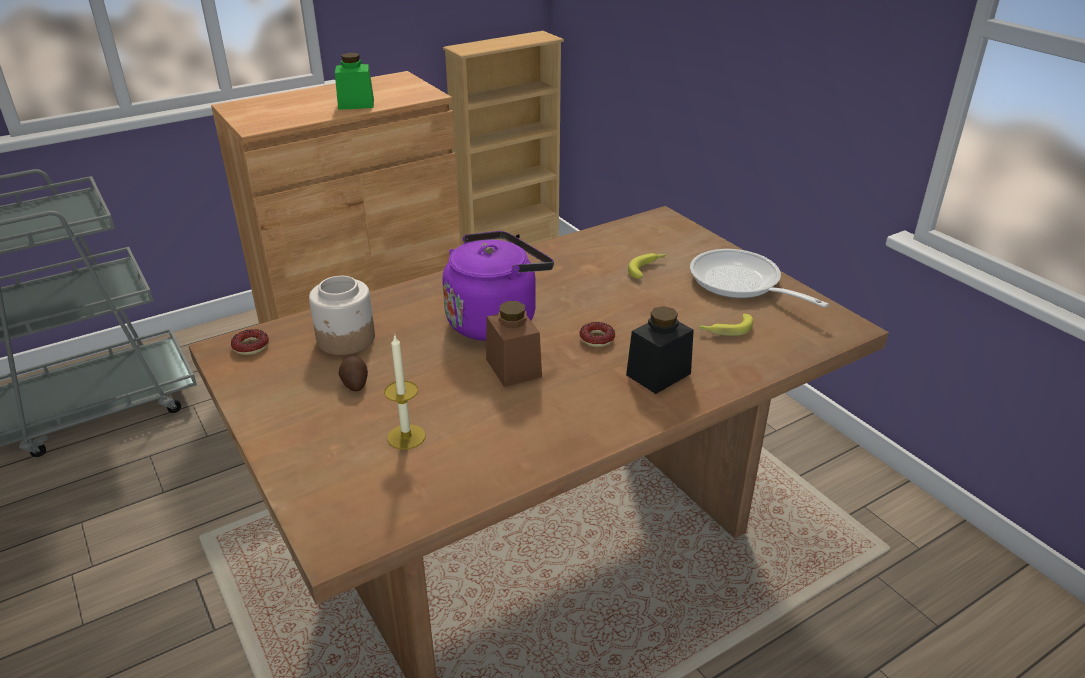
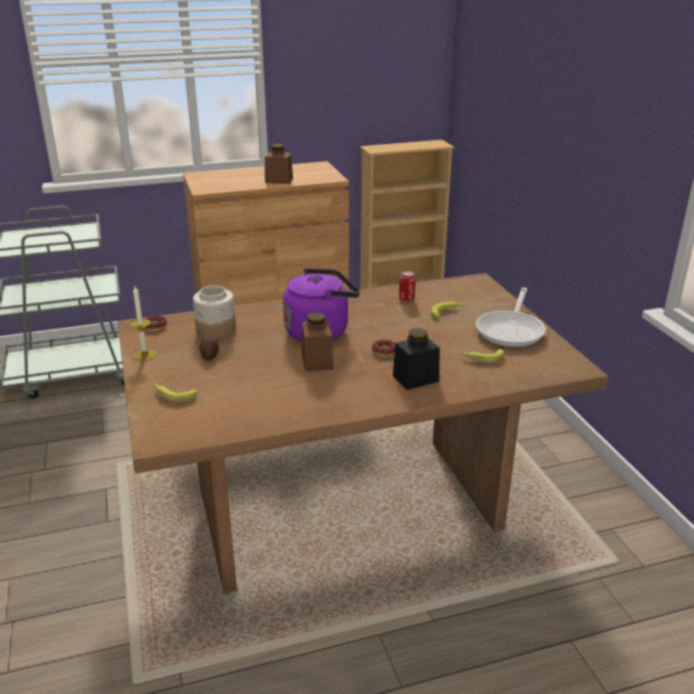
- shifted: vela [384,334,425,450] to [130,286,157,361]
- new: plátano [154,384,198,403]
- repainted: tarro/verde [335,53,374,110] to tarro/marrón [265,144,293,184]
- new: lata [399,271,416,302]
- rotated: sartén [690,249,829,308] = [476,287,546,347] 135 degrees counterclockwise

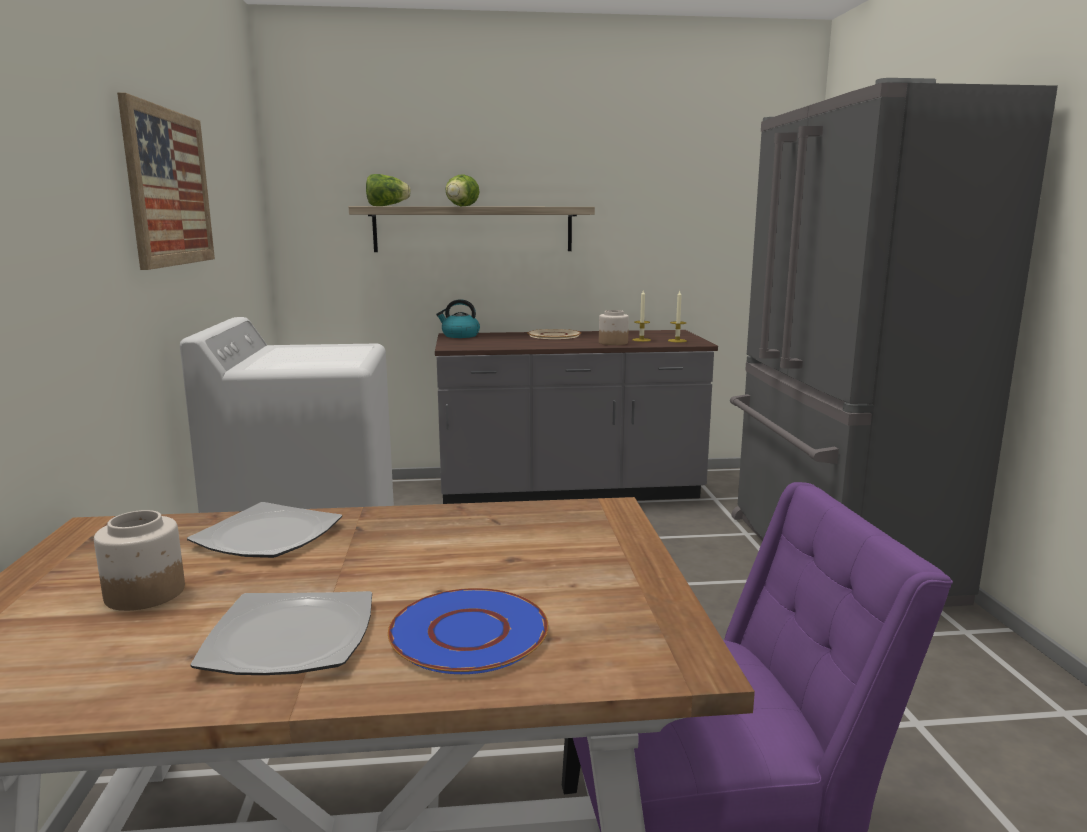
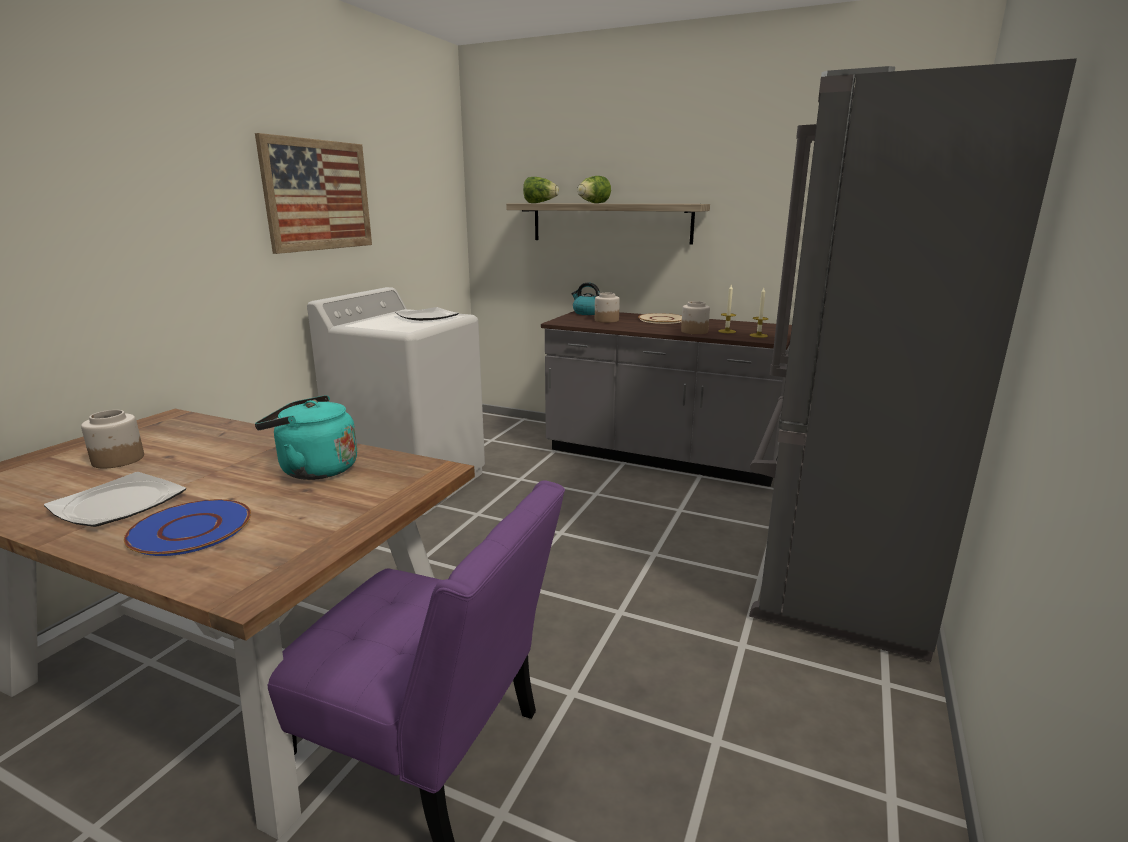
- new: hervidor/turquesa [255,395,357,480]
- shifted: plato [187,502,342,558] to [395,307,459,321]
- new: tarro [595,293,620,323]

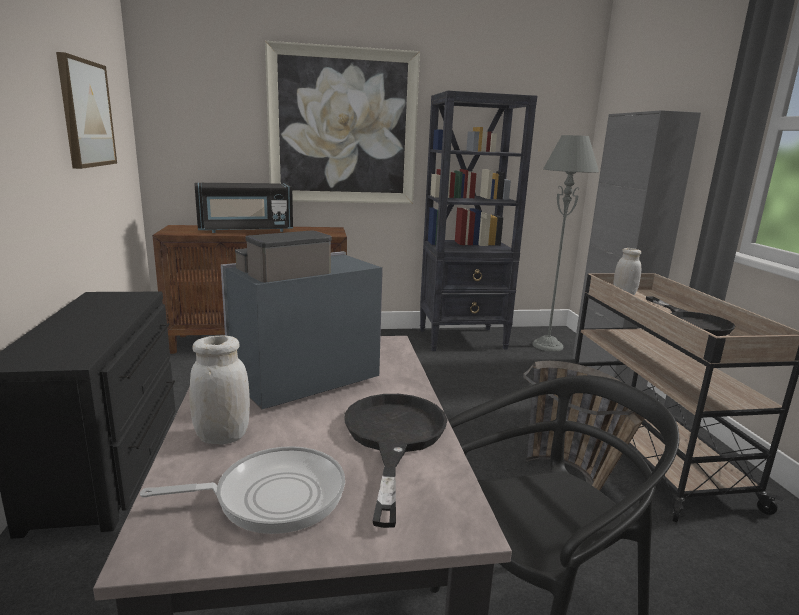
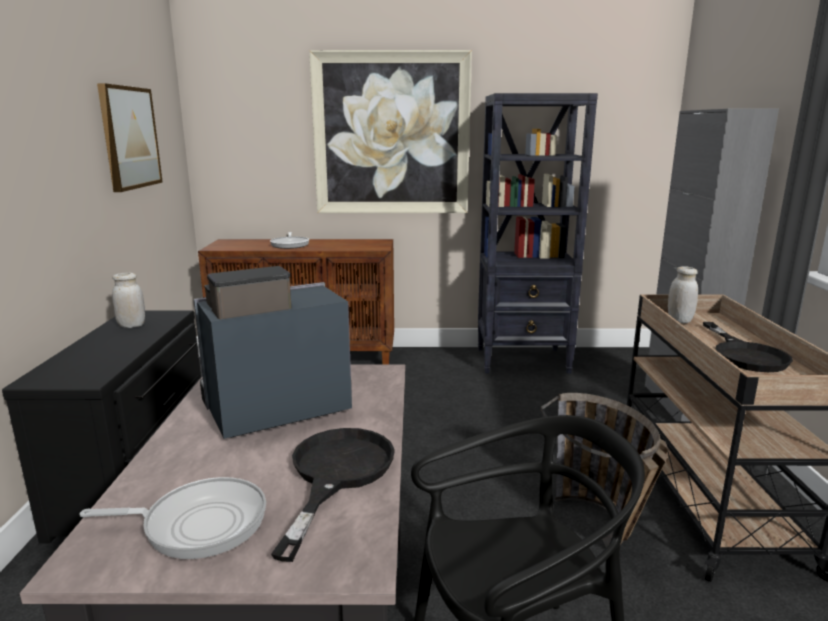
- shifted: tarro/blanco [189,335,250,444] to [112,273,145,328]
- swapped: microondas/negro [195,183,293,233] to sartén [270,232,309,249]
- gone: lámpara de pie/gris [532,135,599,352]

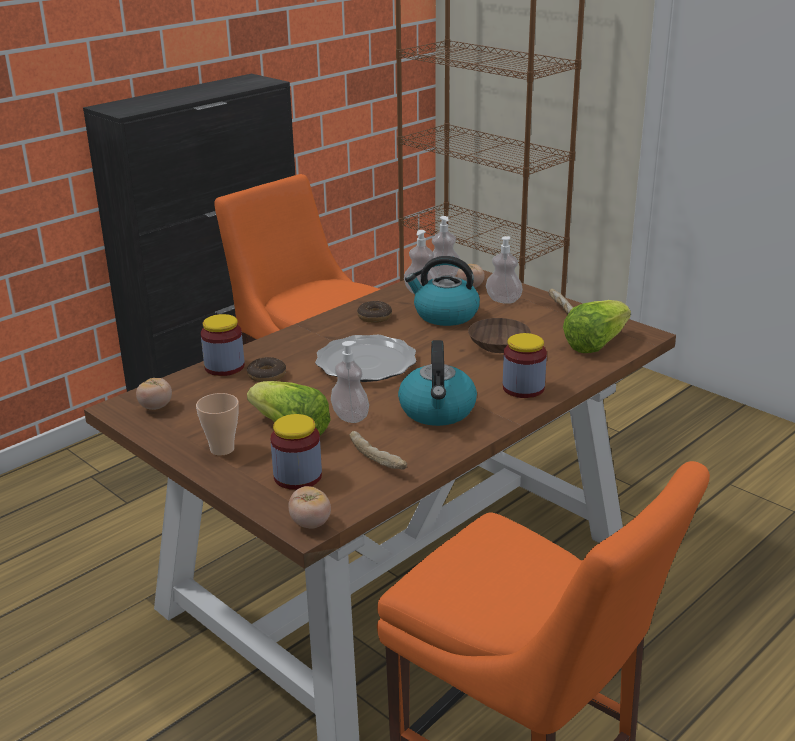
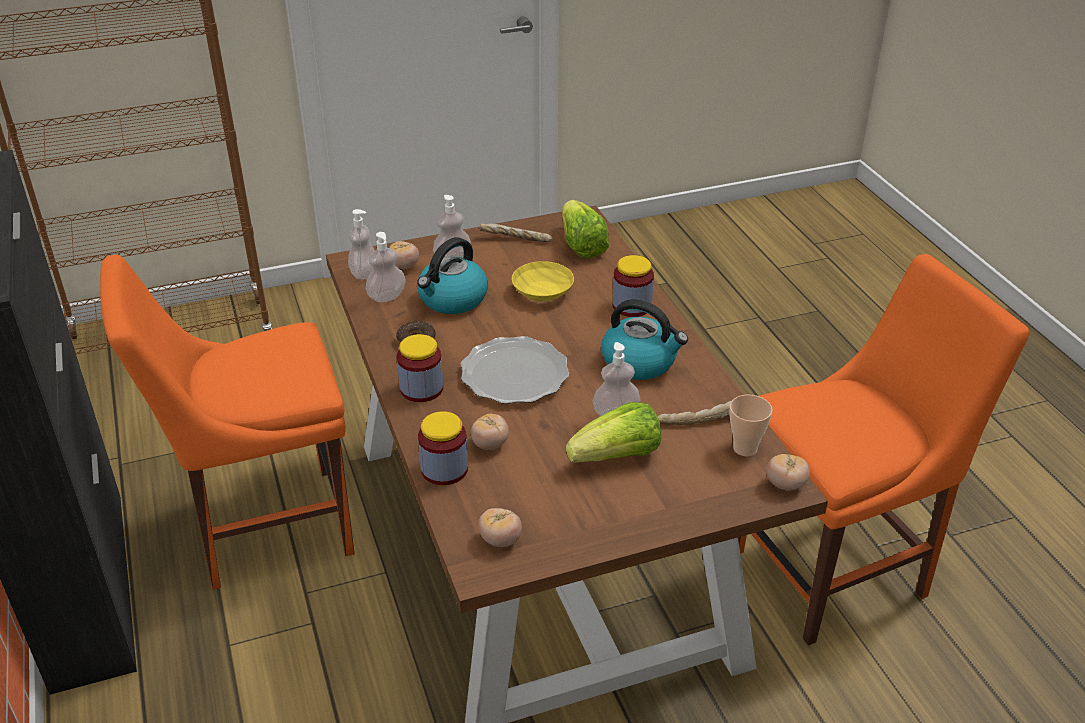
- shifted: tarro [270,414,322,490] to [397,334,443,402]
- swapped: rosquilla [247,357,286,382] to tomate [471,414,509,450]
- repainted: cuenco/marrón [468,318,531,353] to cuenco/amarillo [512,261,574,301]
- shifted: taza [196,393,239,456] to [729,395,773,456]

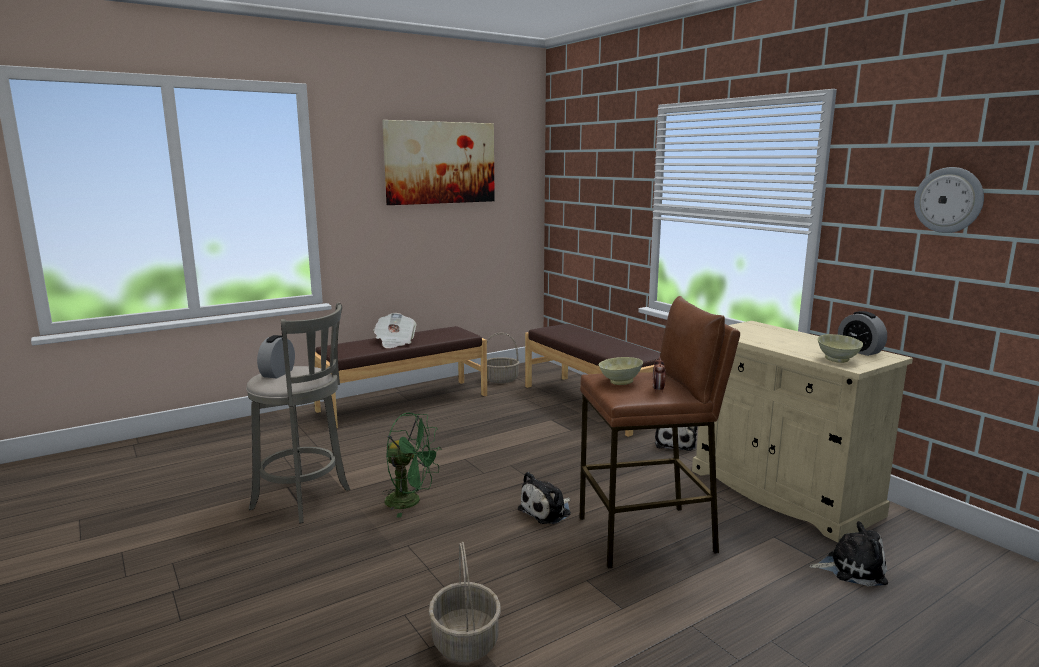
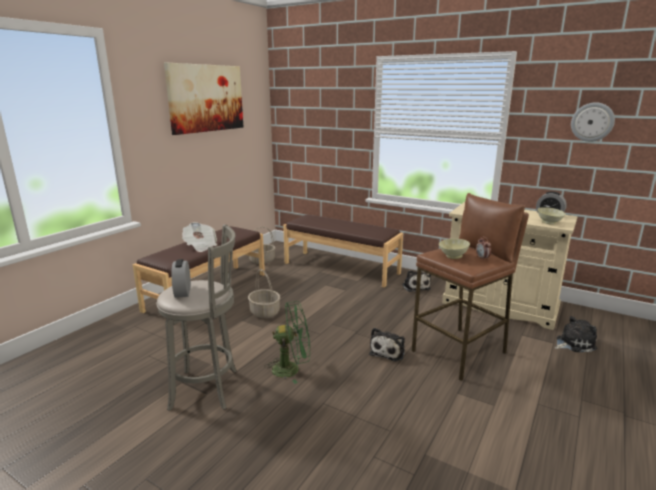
- shifted: cesta [429,542,501,662] to [248,269,280,318]

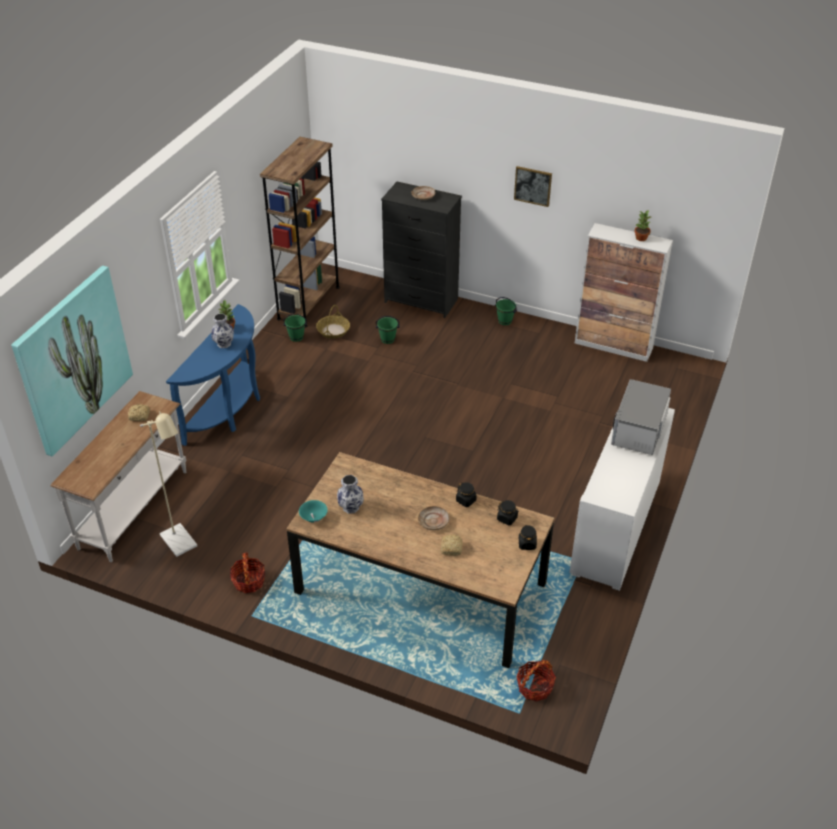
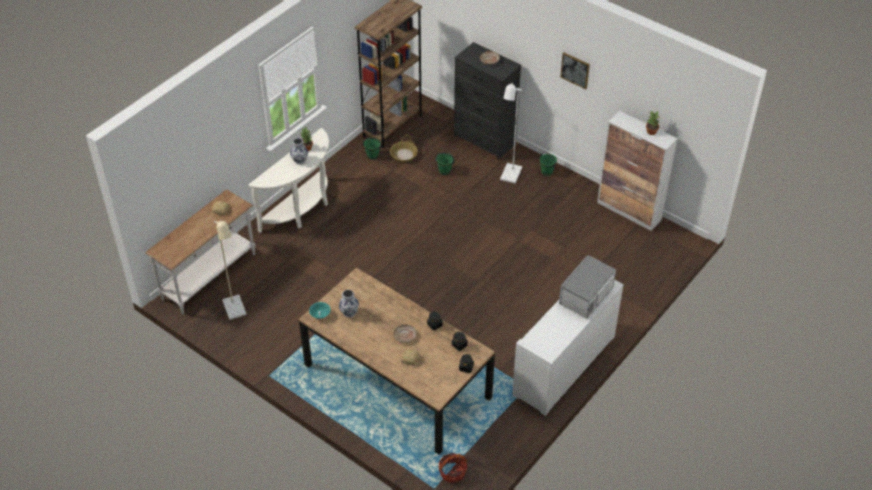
- repainted: mesa consola/azul [166,304,260,446] to mesa consola/blanco [248,128,329,233]
- new: lámpara de pie/blanco [500,82,523,183]
- gone: cuadro [11,265,133,456]
- gone: cesta [230,552,265,593]

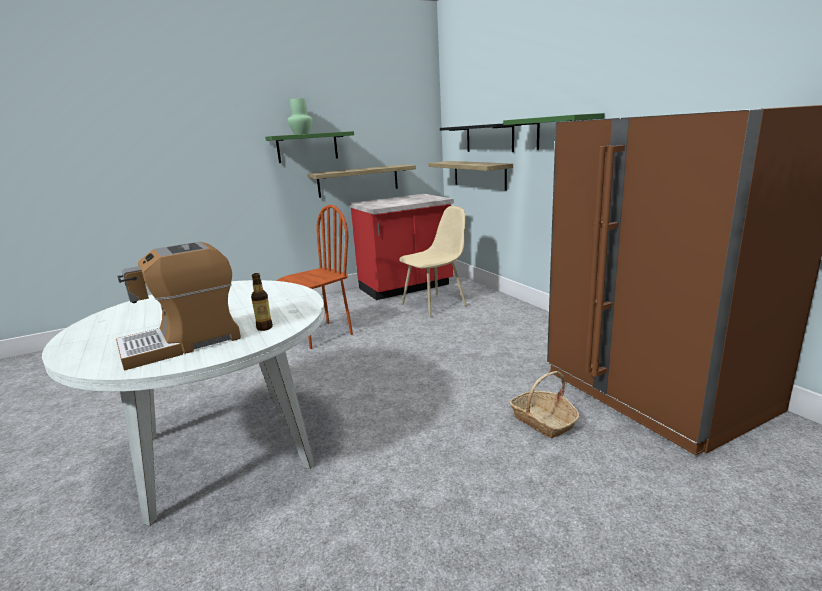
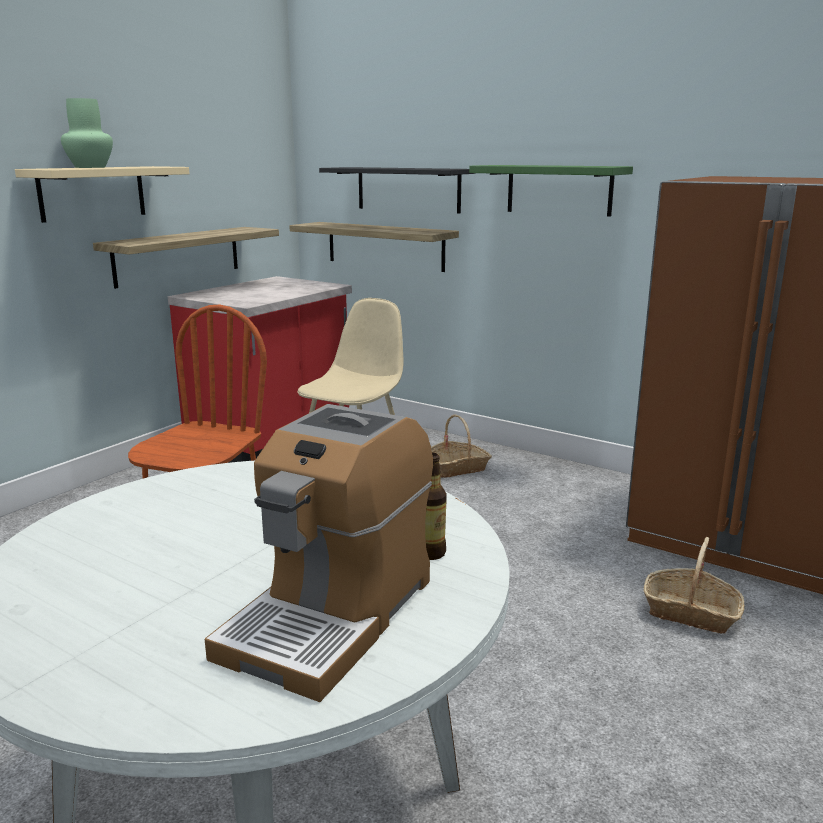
- repainted: estante/verde [265,131,354,163] to estante/beis [15,166,190,223]
- new: cesta [431,414,492,478]

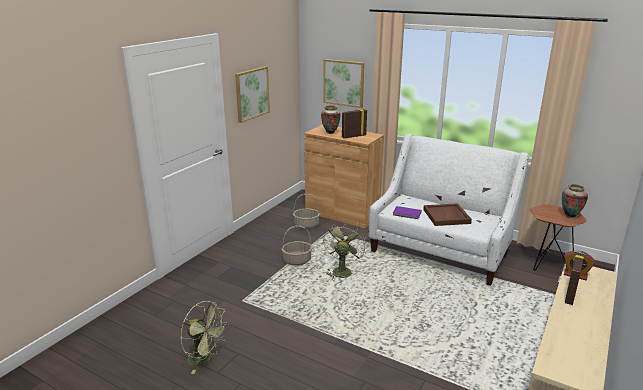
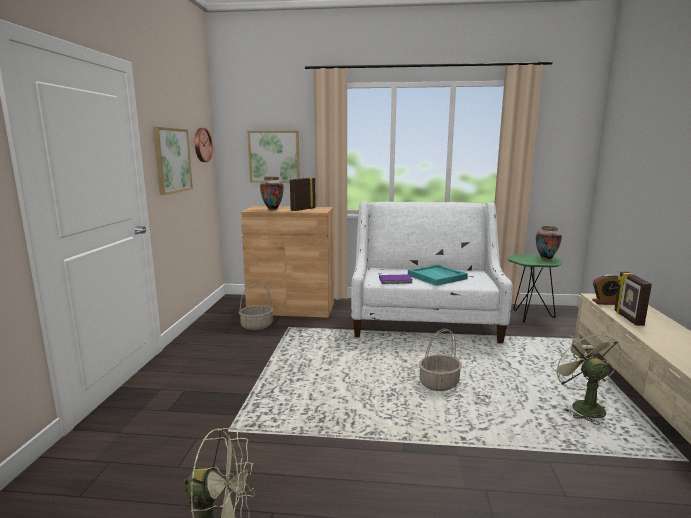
- new: reloj de pared [195,128,212,162]
- repainted: bandeja/marrón [423,203,472,226] to bandeja/turquesa [408,265,468,286]
- shifted: cesta [282,225,312,266] to [419,329,462,391]
- repainted: mesa auxiliar/marrón [530,204,587,271] to mesa auxiliar/verde [507,254,564,323]
- shifted: ventilador/verde [323,223,366,280] to [551,329,621,425]

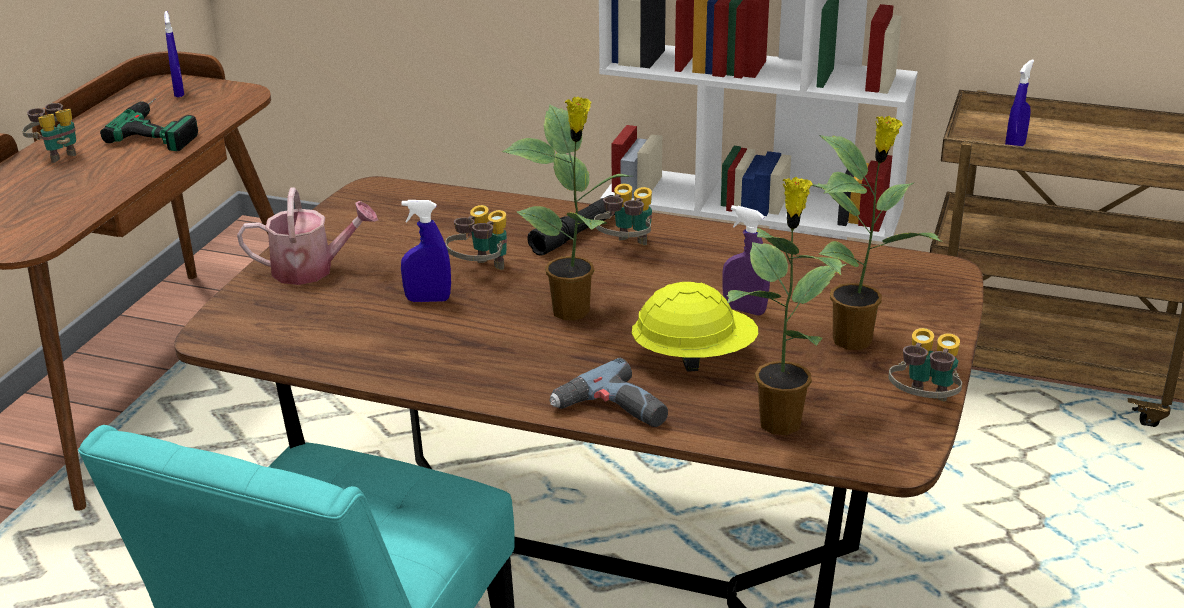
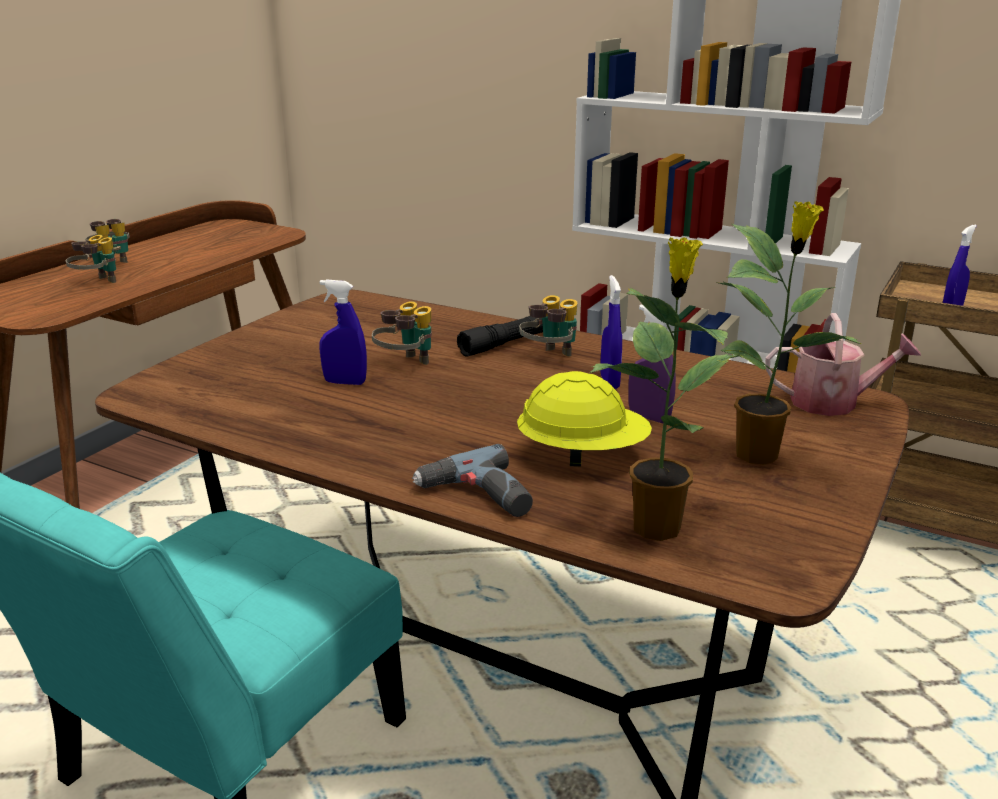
- shifted: prismáticos [889,328,962,402] to [66,235,116,283]
- shifted: pulverizador/azul [164,11,184,97] to [600,275,622,389]
- shifted: regadera [237,187,378,285] to [765,313,921,416]
- gone: taladro [100,98,198,151]
- gone: planta en maceta [502,97,631,320]

